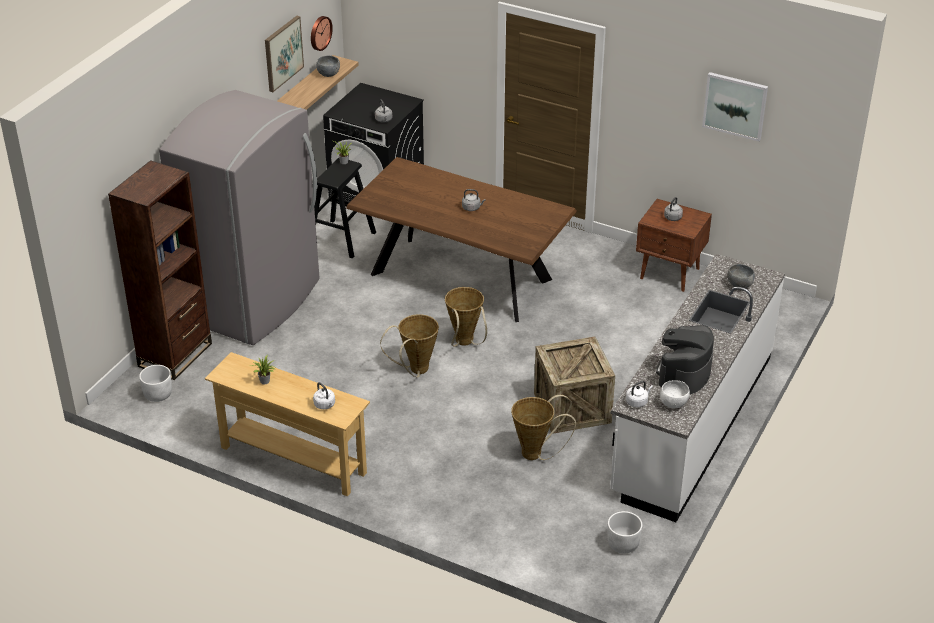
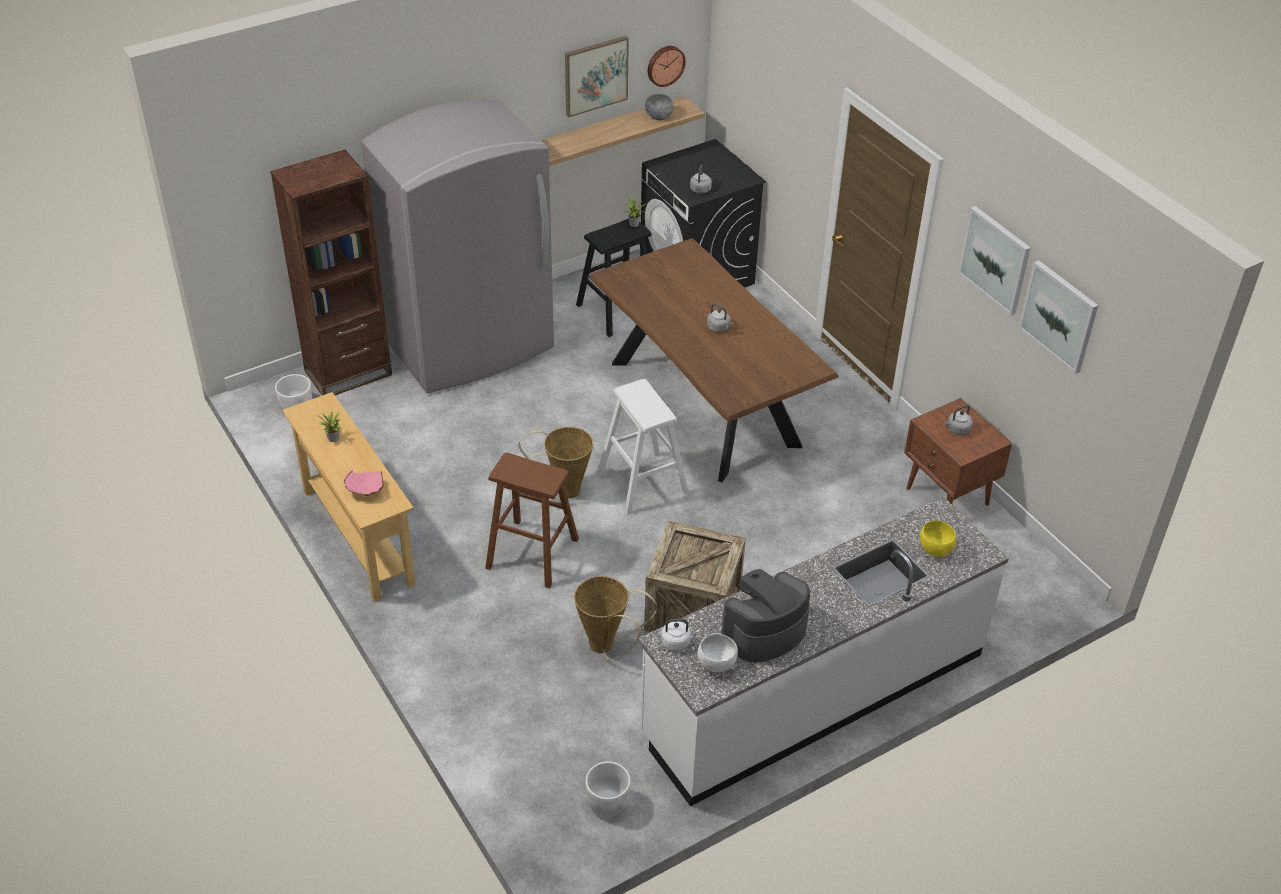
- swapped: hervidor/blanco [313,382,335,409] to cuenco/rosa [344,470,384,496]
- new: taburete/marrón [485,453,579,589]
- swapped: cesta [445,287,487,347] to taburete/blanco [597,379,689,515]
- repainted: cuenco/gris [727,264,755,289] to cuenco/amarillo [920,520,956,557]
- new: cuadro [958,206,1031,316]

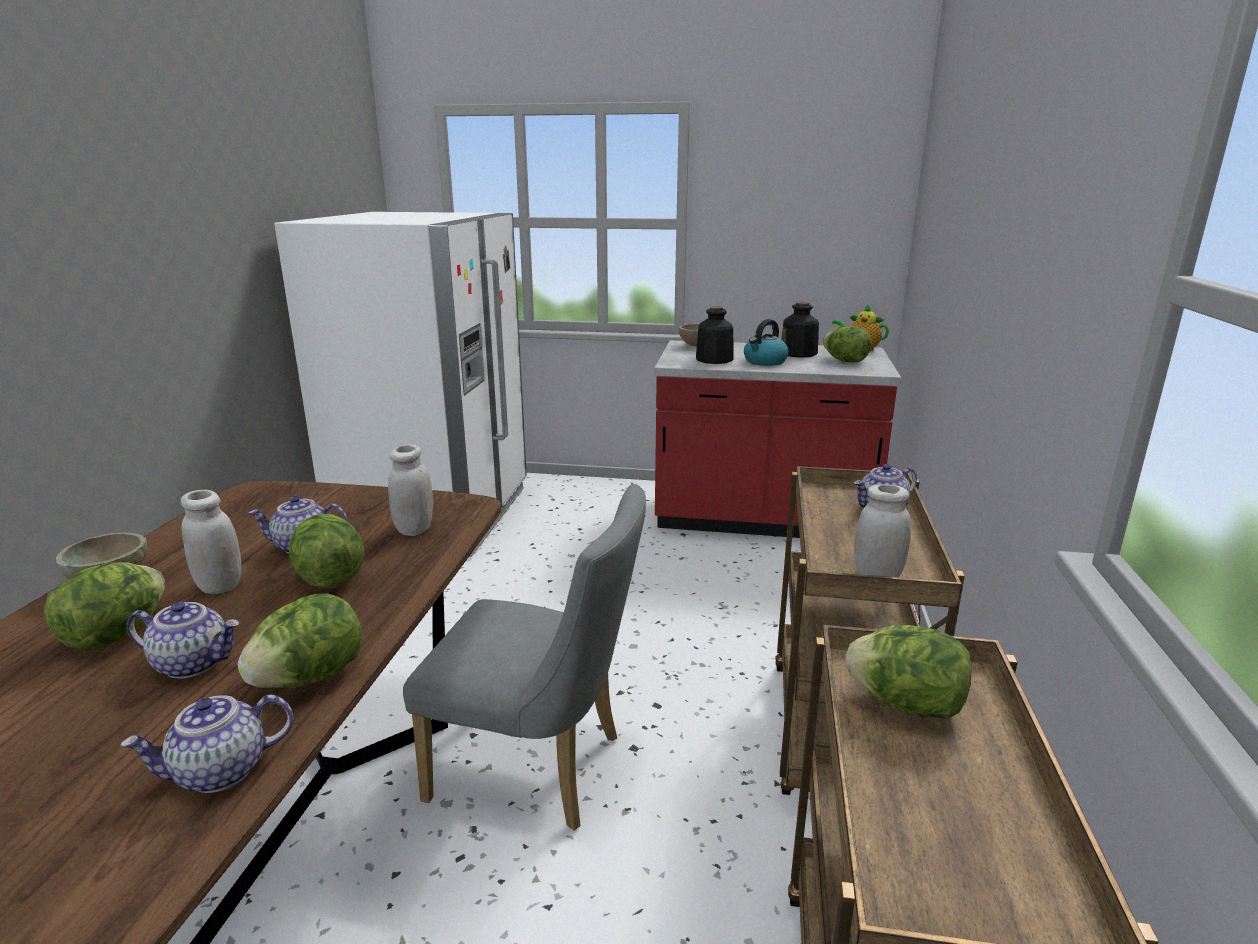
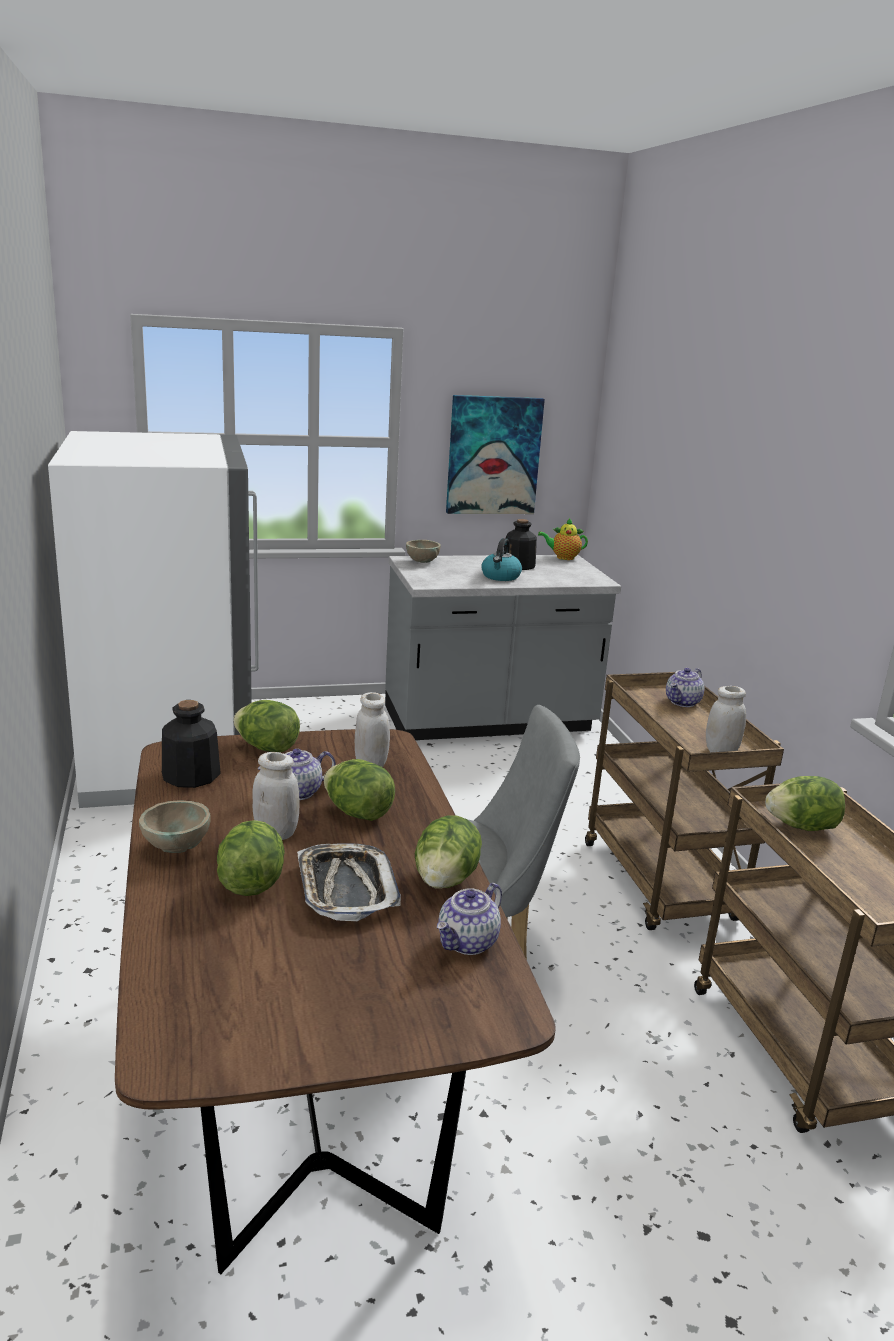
- shifted: botella [696,306,733,364] to [162,700,221,788]
- shifted: lechuga [823,325,872,362] to [233,700,300,752]
- swapped: tetera [127,601,240,679] to bandeja [297,843,401,921]
- repainted: mueble bajo de cocina/rojo [654,340,901,538] to mueble bajo de cocina/gris [385,555,621,740]
- new: cuadro [446,395,545,514]

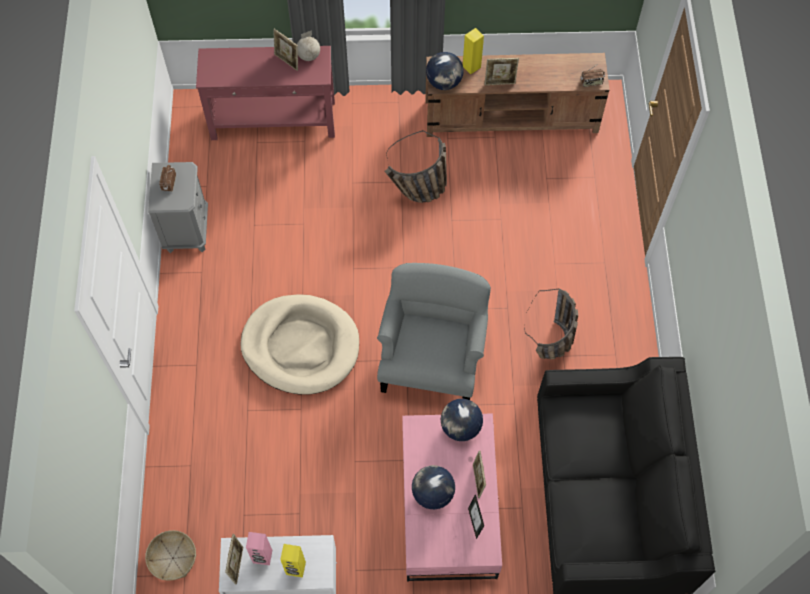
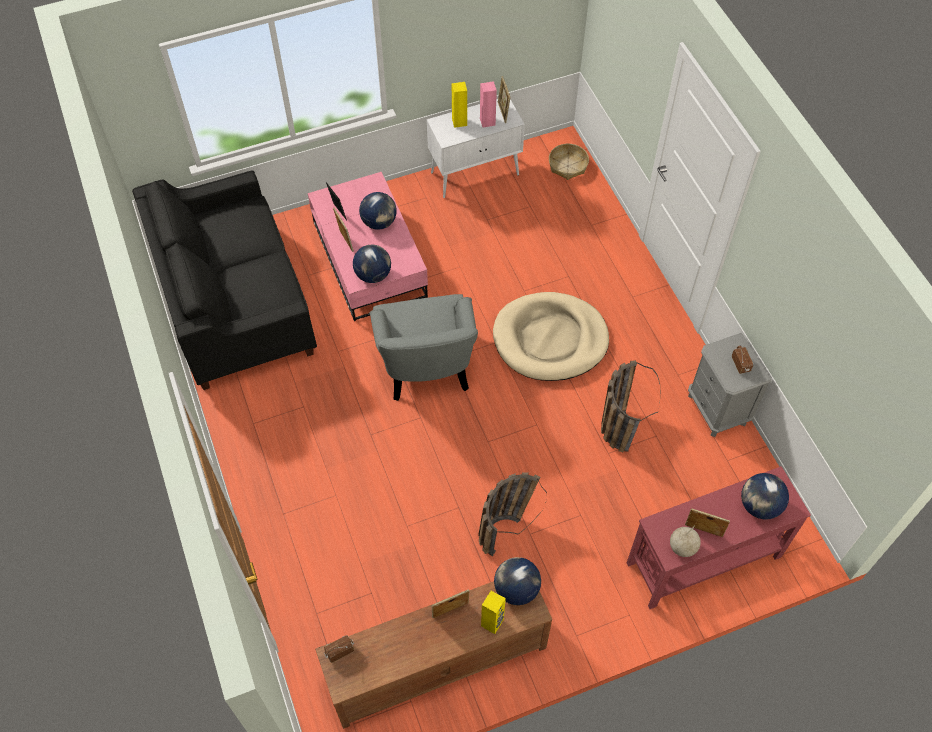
- shifted: cesta [524,289,578,359] to [601,360,660,452]
- new: globo terráqueo [741,473,789,519]

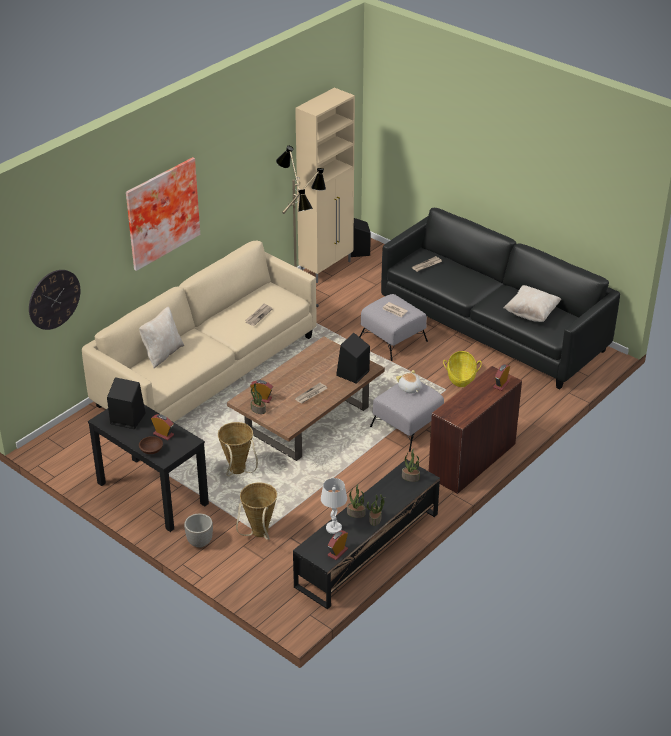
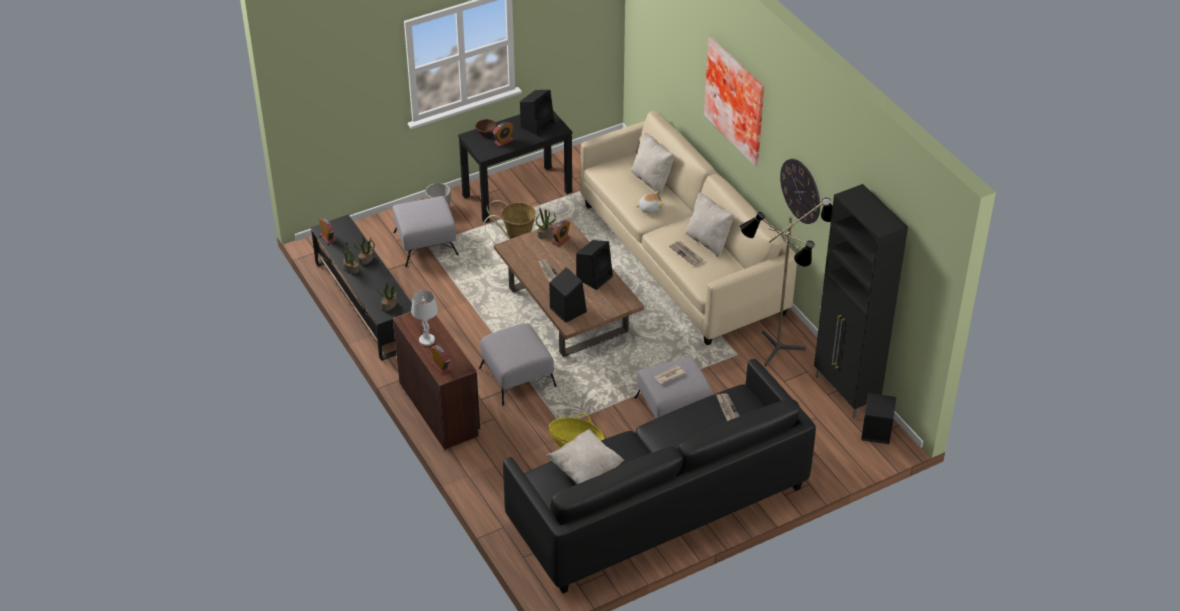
- swapped: cesta [236,482,277,540] to puf/gris [393,196,459,267]
- shifted: lámpara de mesa/blanco [321,478,347,534] to [411,290,438,346]
- new: altavoz/negro [576,240,613,290]
- shifted: peluche [396,370,421,393] to [636,191,663,213]
- new: cojín/beis [686,192,734,257]
- shifted: reloj de pared [29,270,80,330] to [780,159,820,224]
- repainted: armario/beis [295,88,355,283] to armario/negro [814,184,908,418]

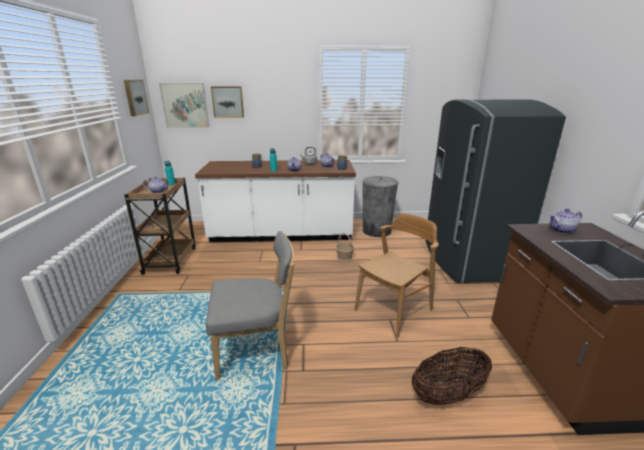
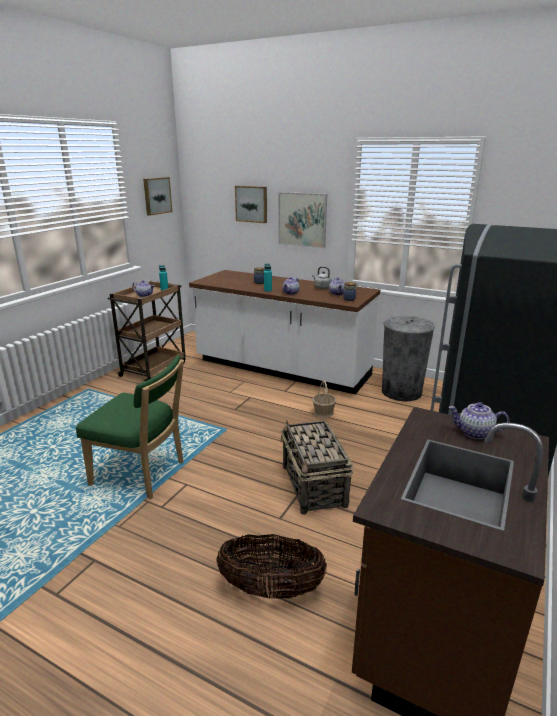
- repainted: silla/gris [206,231,295,380] to silla/verde [76,355,184,499]
- shifted: cuadro [159,83,209,128] to [278,192,327,248]
- swapped: silla/marrón [354,213,439,337] to cesta [281,420,353,514]

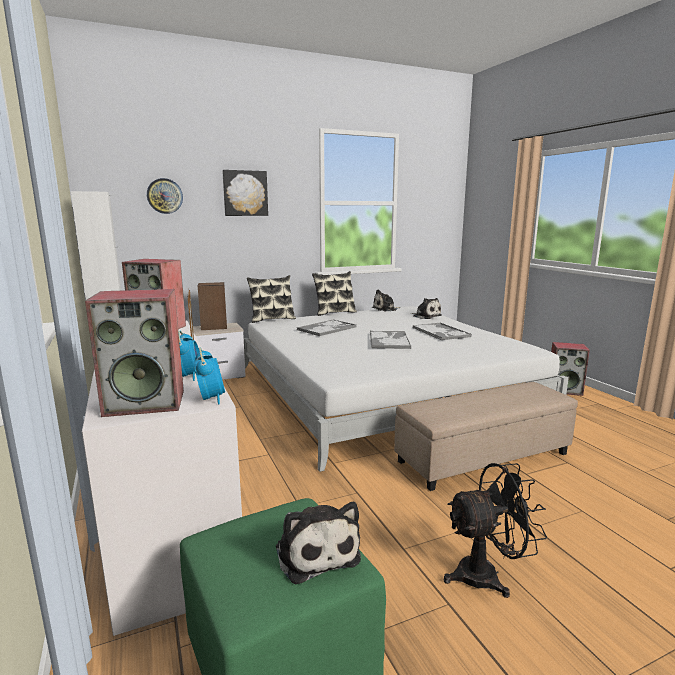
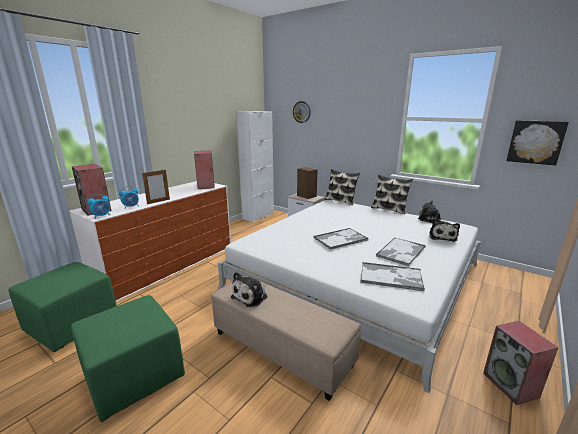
- swapped: ventilador/negro [444,463,547,598] to puf/verde [71,295,185,422]
- shifted: peluche [276,502,361,585] to [231,272,267,307]
- shifted: bandeja [297,319,356,336] to [360,262,425,291]
- shifted: cuadro [222,170,268,216] to [506,120,569,165]

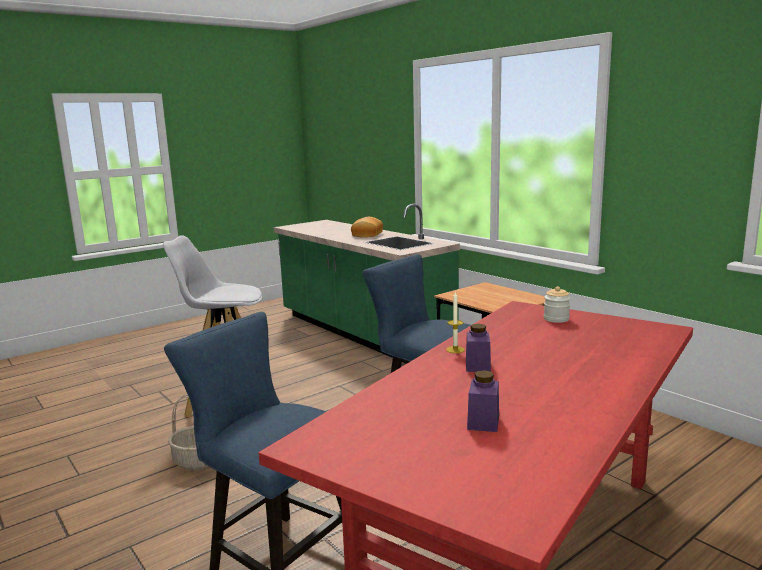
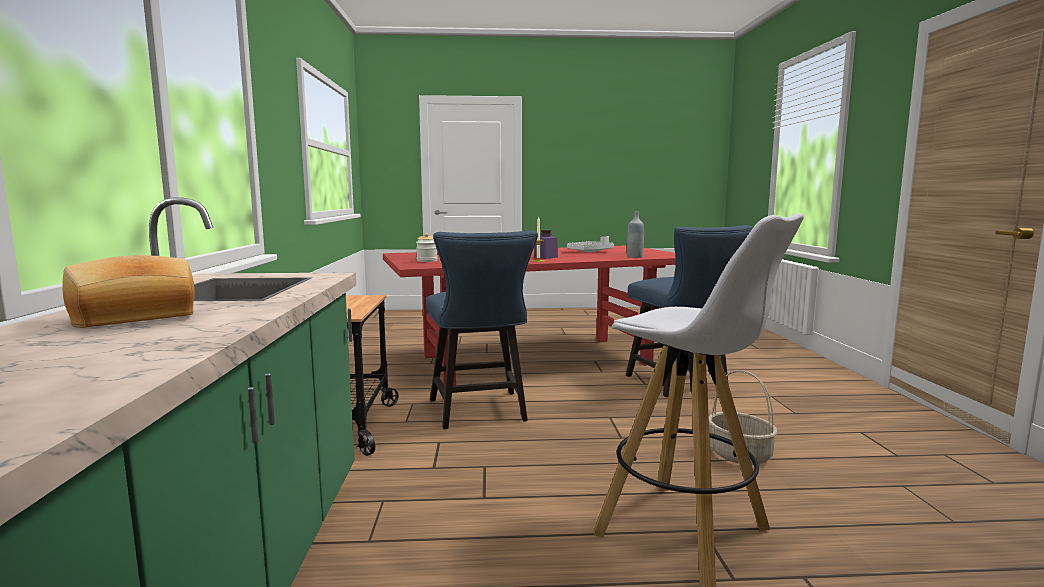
- swapped: tarro/morado [467,370,499,432] to bandeja/gris [567,236,614,252]
- new: botella/gris [627,212,644,258]

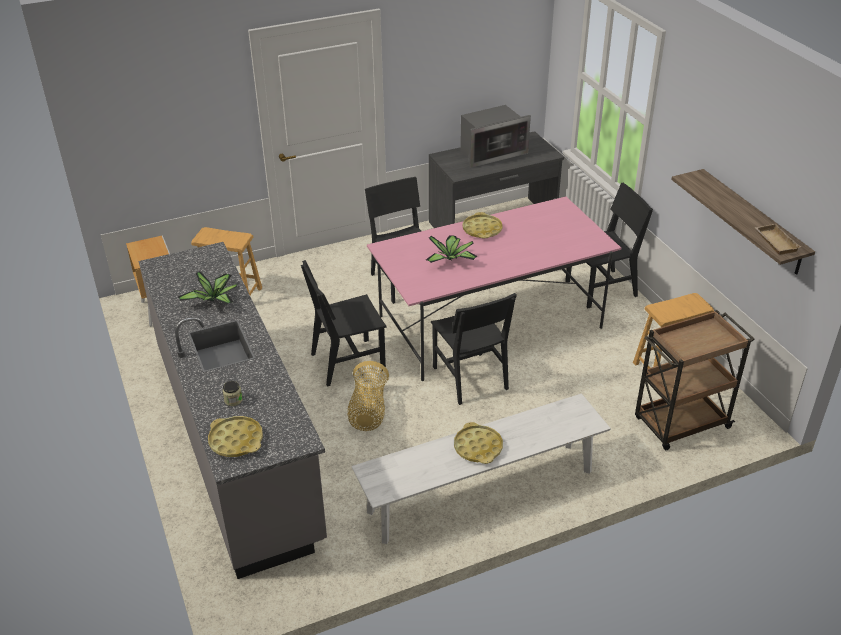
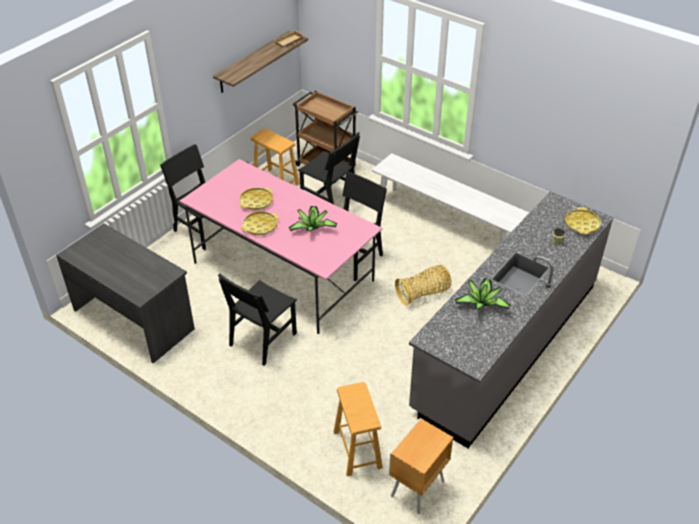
- shifted: bandeja/amarillo [454,422,503,464] to [239,187,273,210]
- shifted: silla/negro [301,260,387,387] to [298,132,360,204]
- gone: microondas [460,105,531,168]

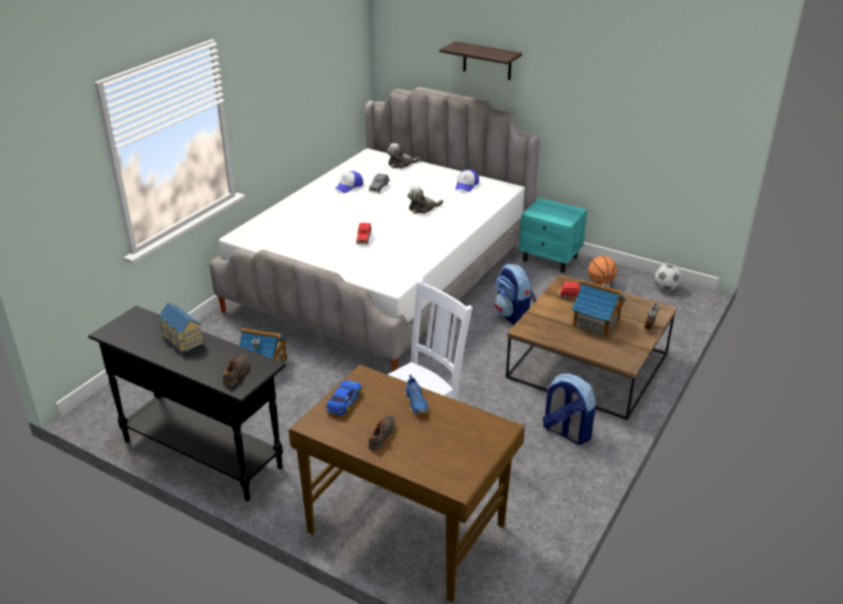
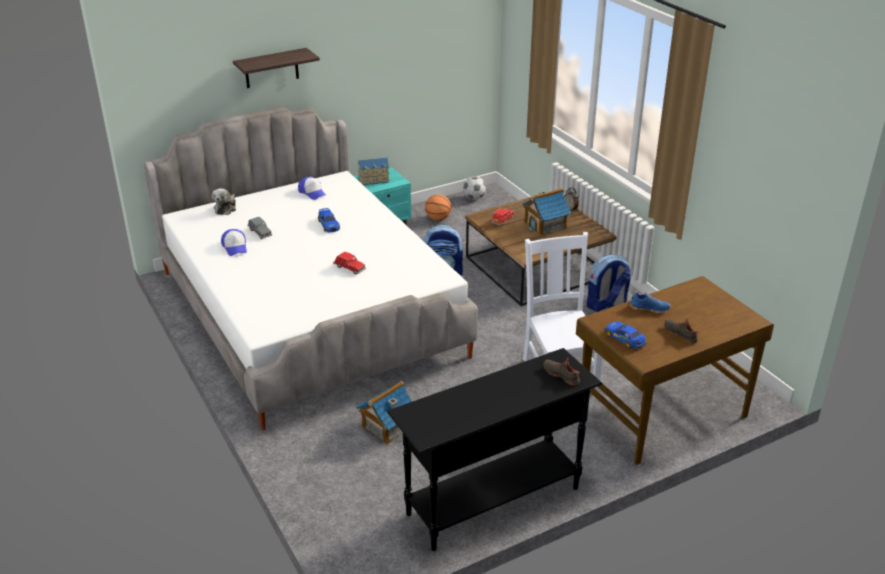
- swapped: peluche [407,186,443,214] to coche de juguete [318,208,340,232]
- shifted: casita [158,302,204,353] to [358,158,389,185]

